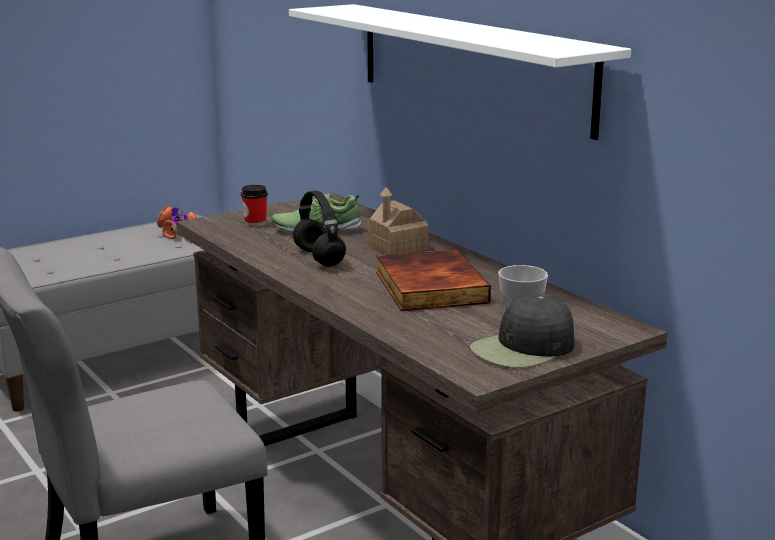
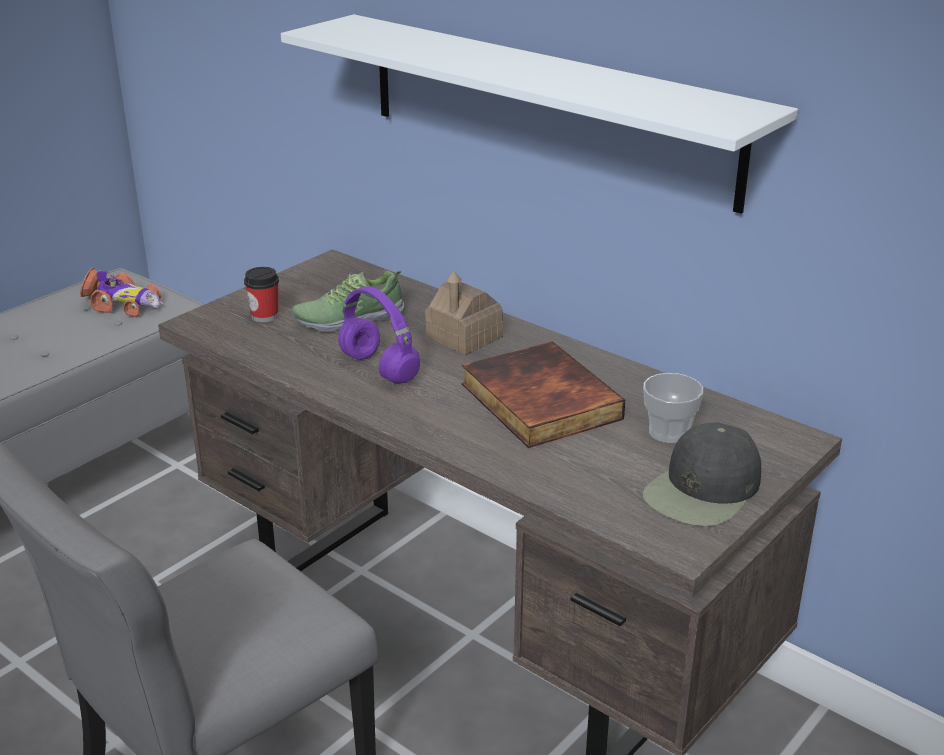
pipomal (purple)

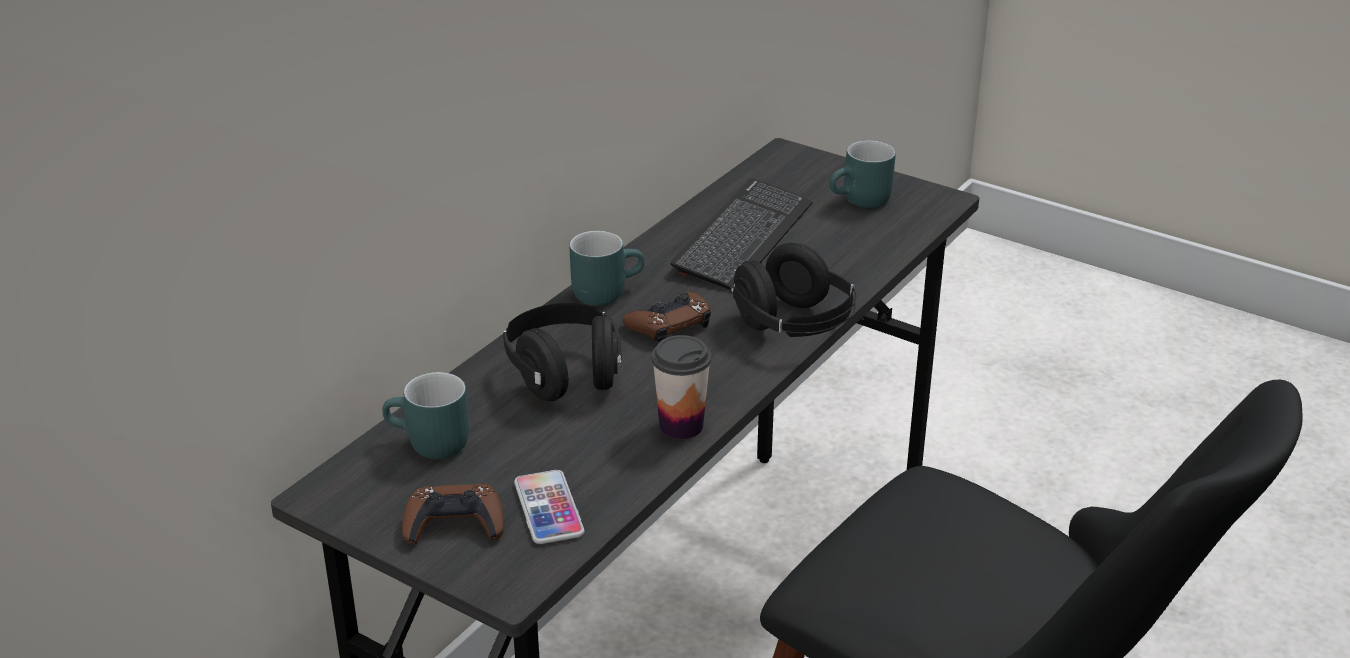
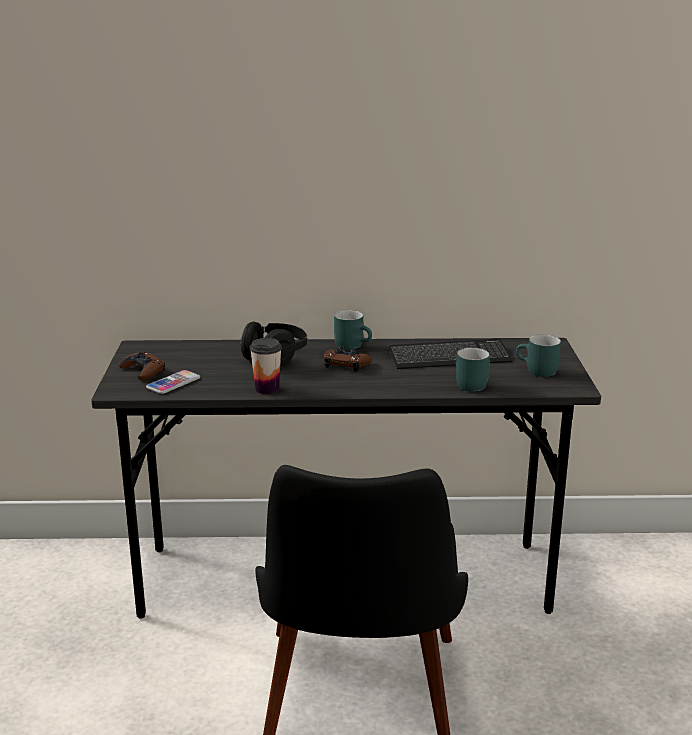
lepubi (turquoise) (no. 2 from left)
pipomal (black) (no. 2 from left in the first image)

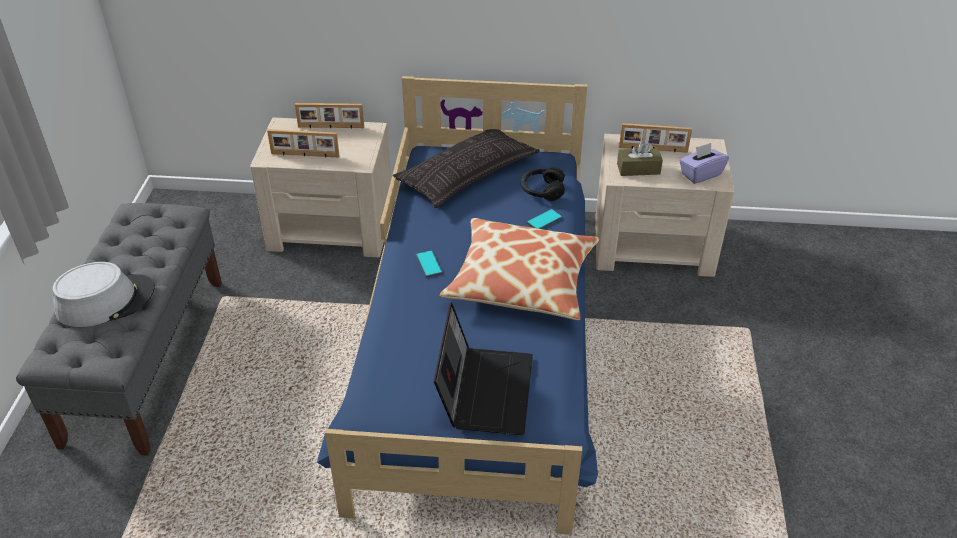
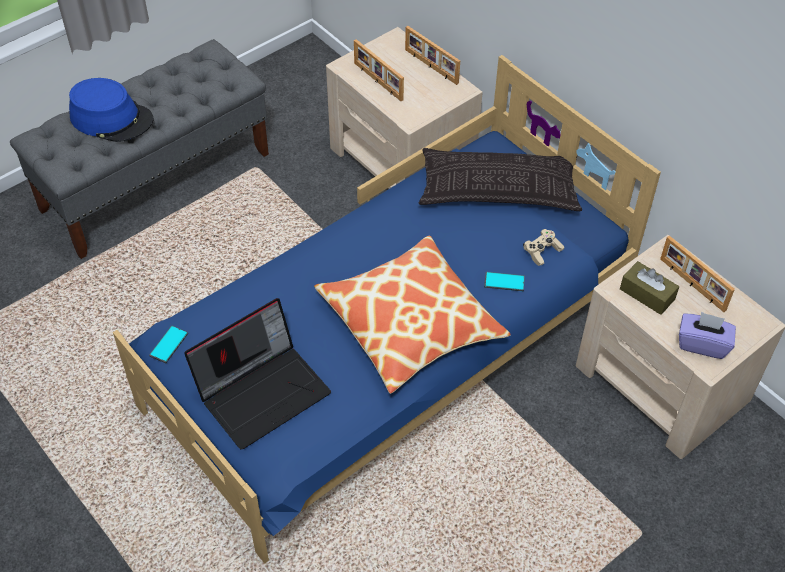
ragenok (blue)
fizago (no. 1 from left)
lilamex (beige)

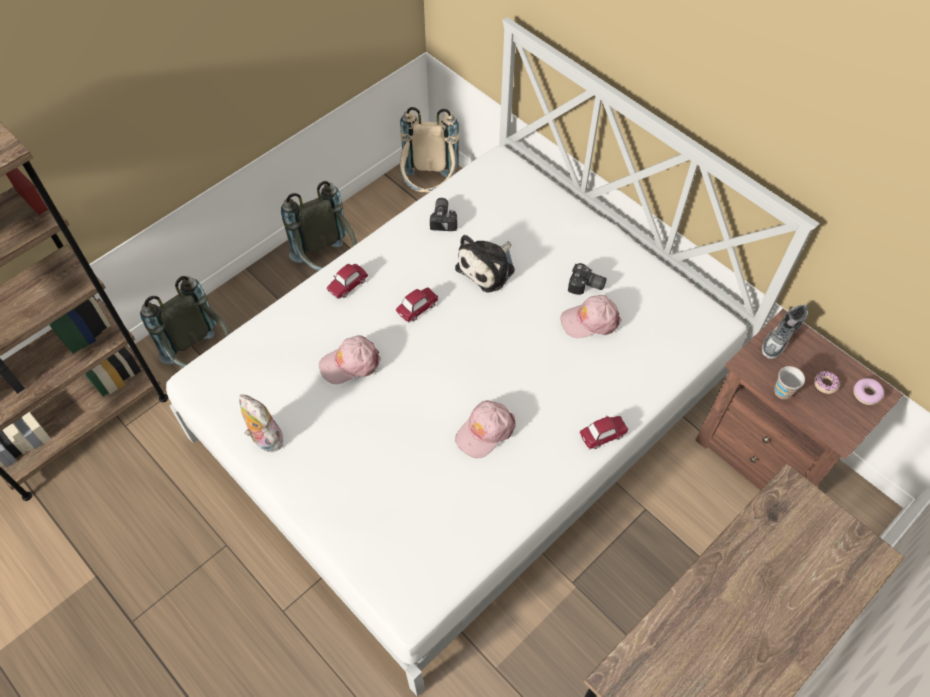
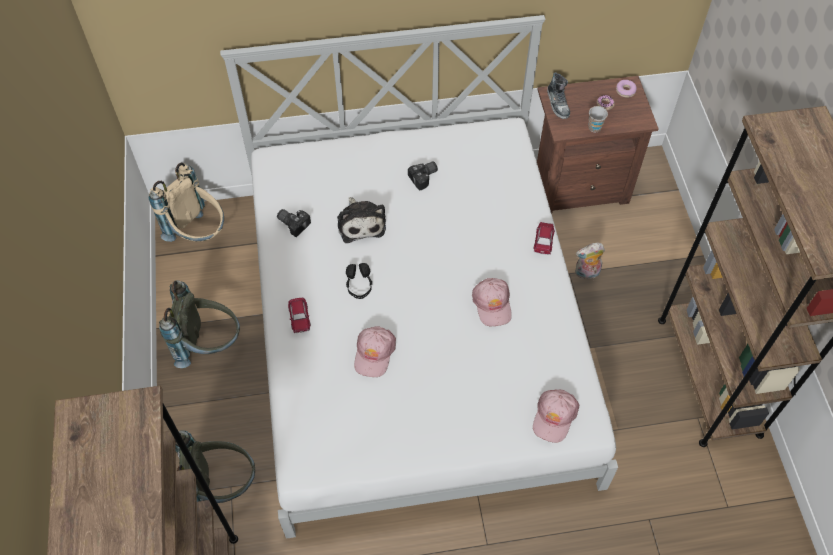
pipomal (black)
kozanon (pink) (no. 3 from left)
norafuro (no. 2 from left)

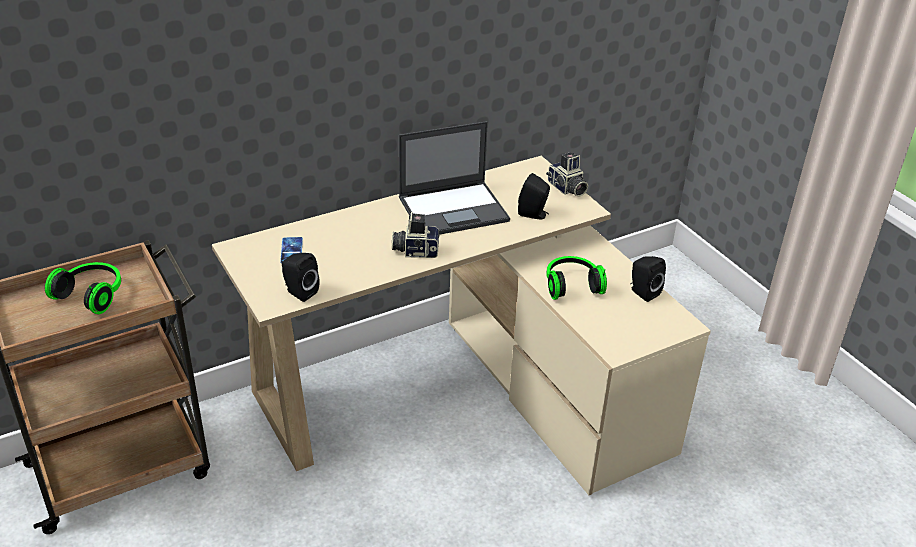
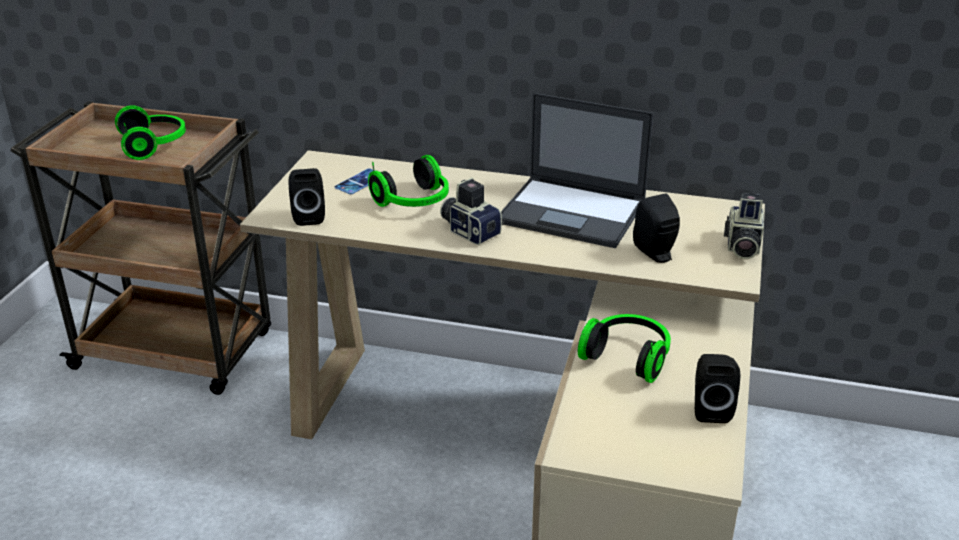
pipomal (no. 2 from left)

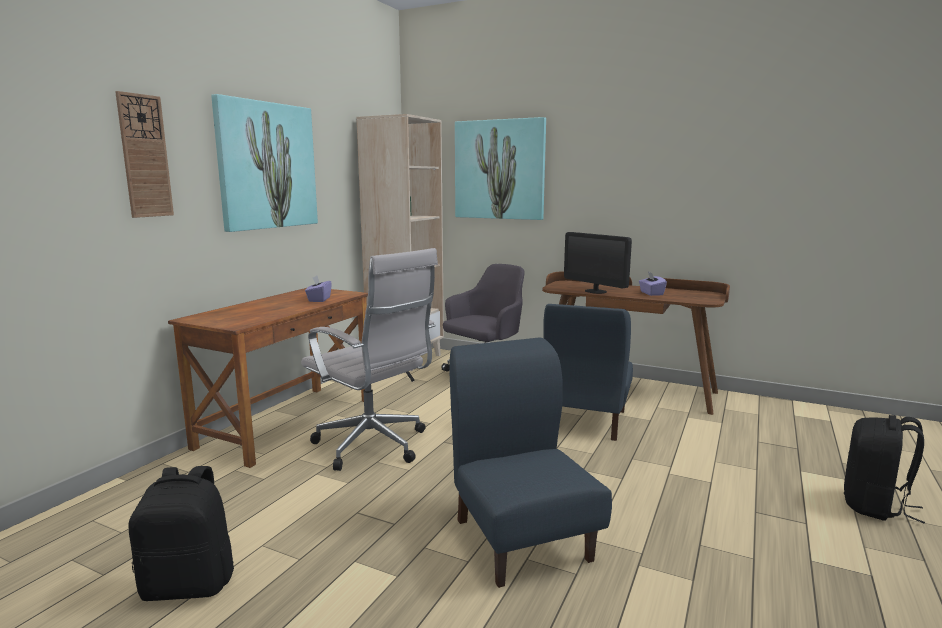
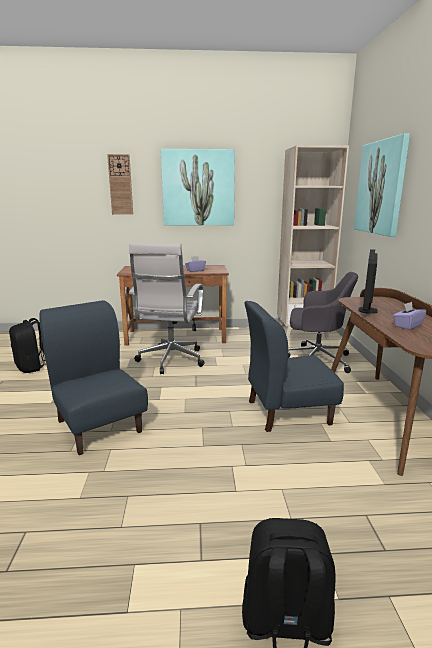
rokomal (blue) (no. 1 from left)

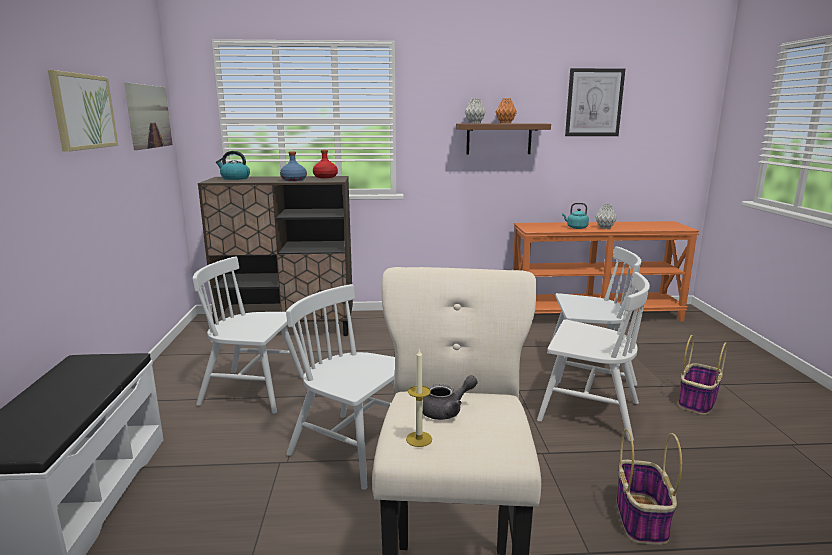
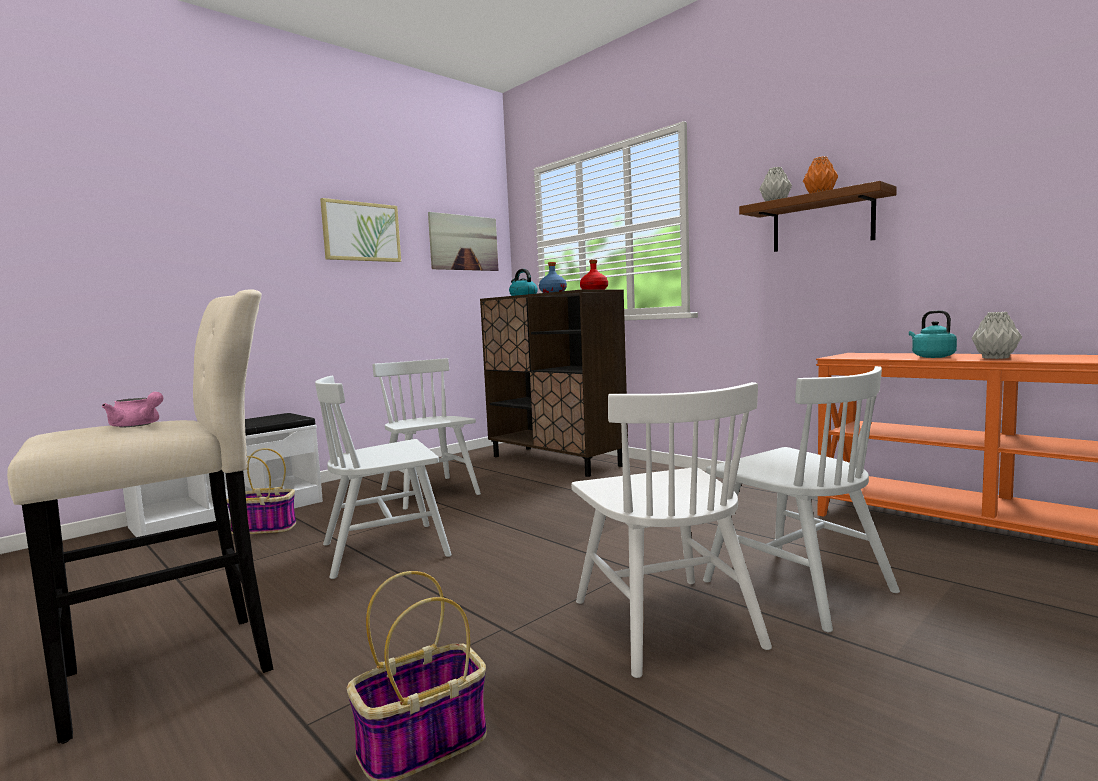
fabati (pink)
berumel (no. 1 from left)
rokomal (white) (no. 1 from left)
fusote
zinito (no. 3 from left in the first image)

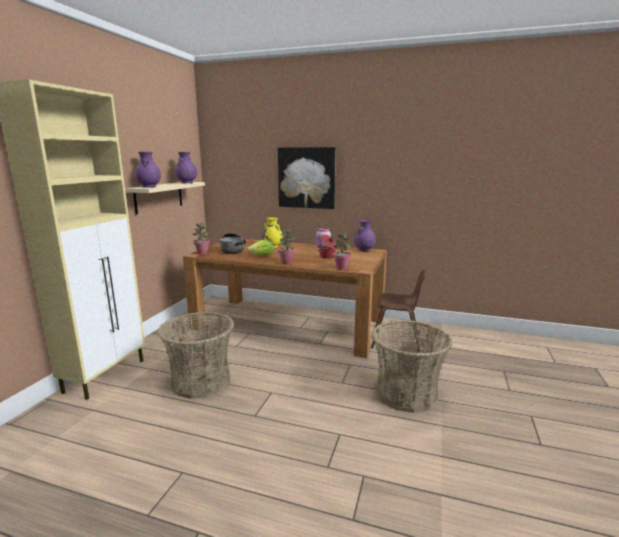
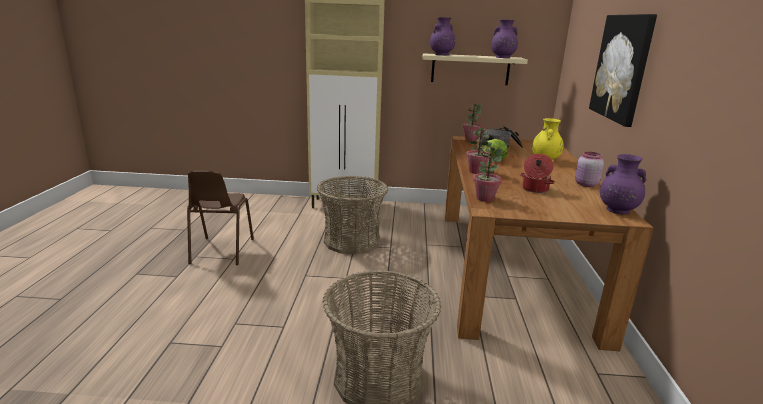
rokomal (brown)

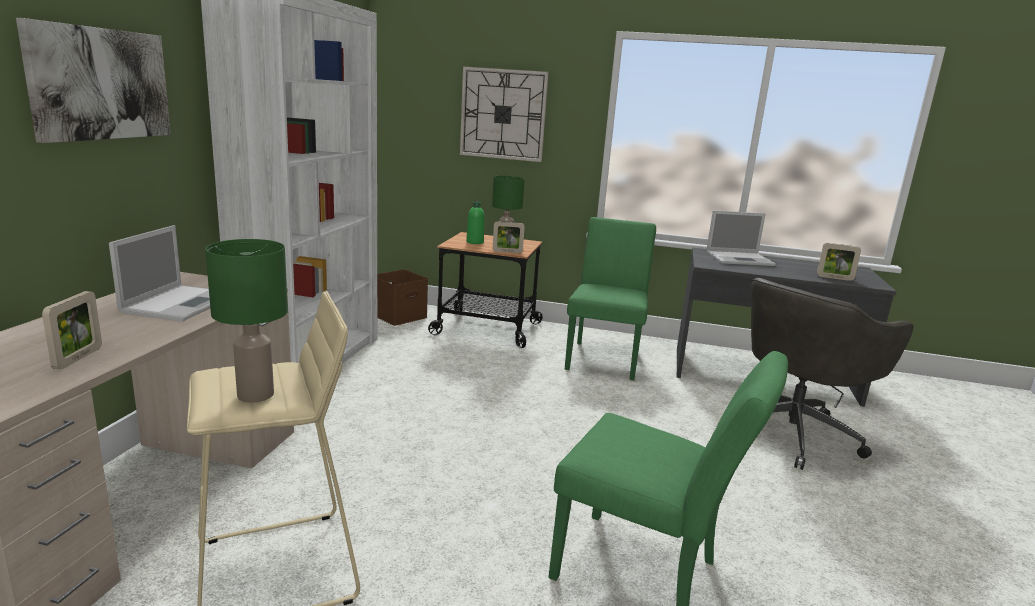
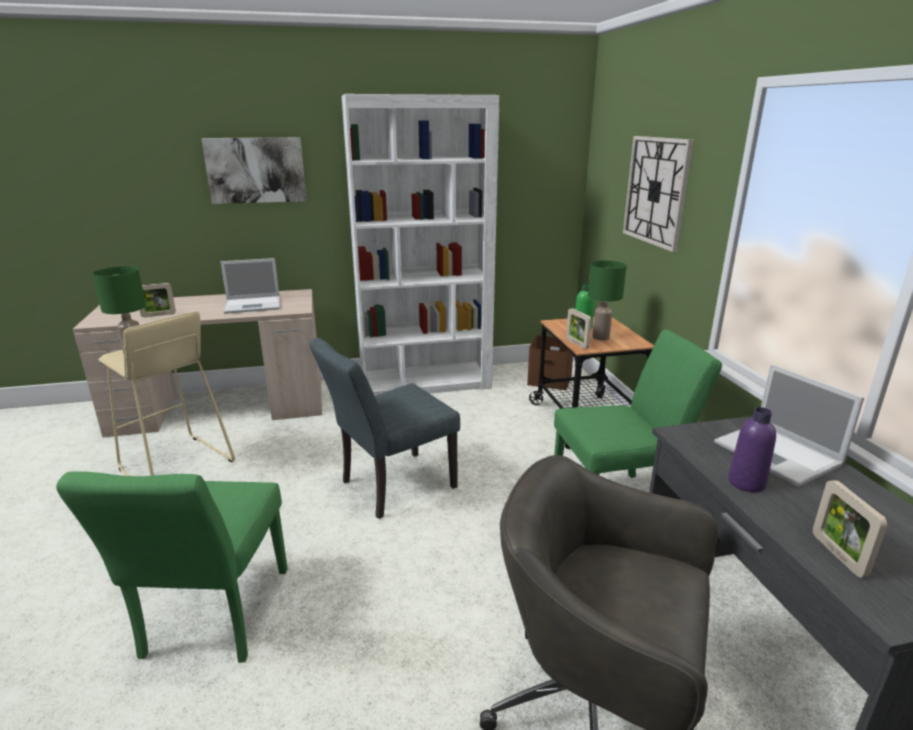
rokomal (grey)
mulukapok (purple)

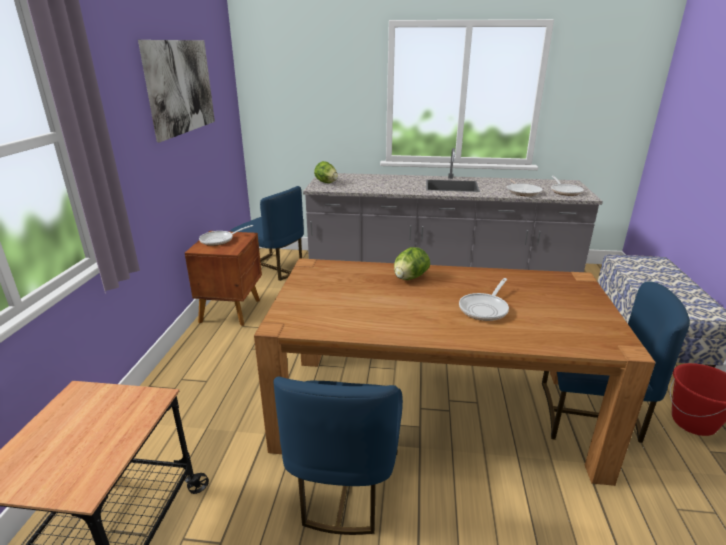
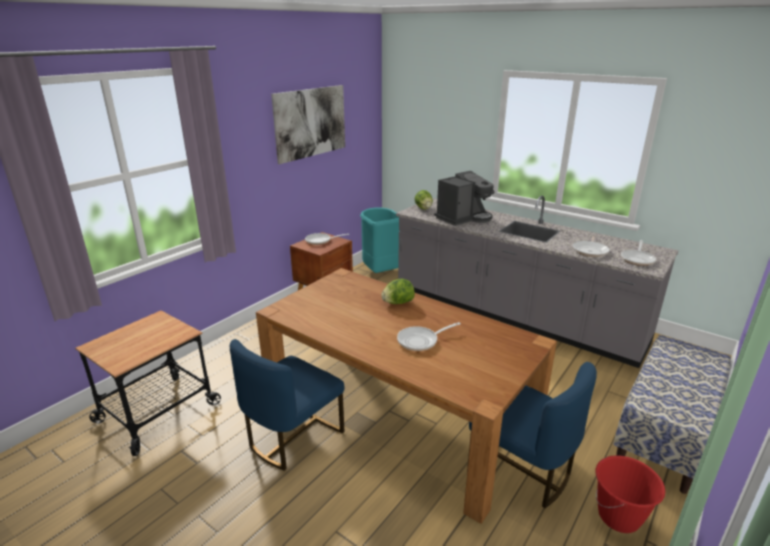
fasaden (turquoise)
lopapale

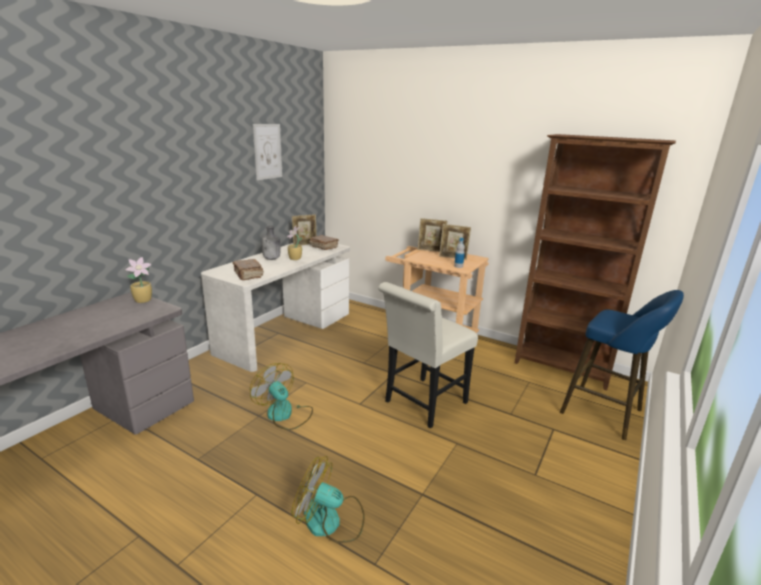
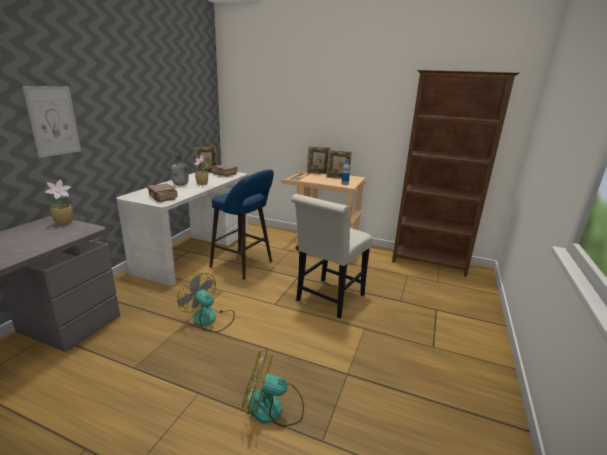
zinito
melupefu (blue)

